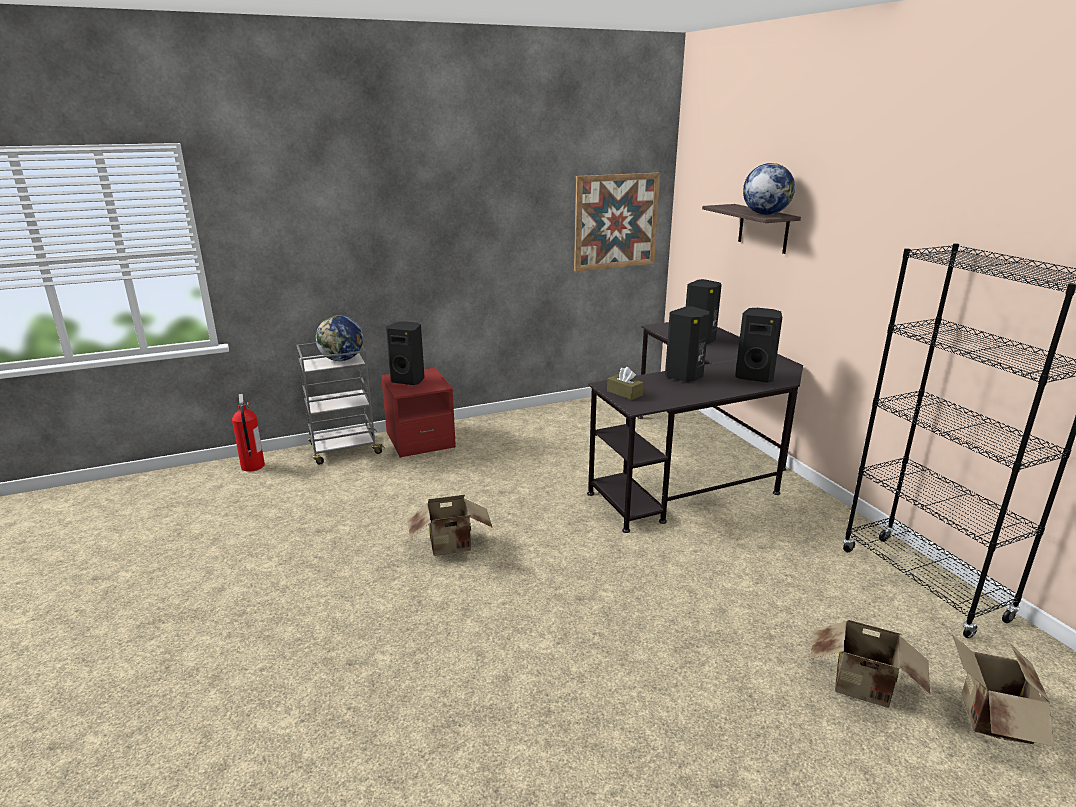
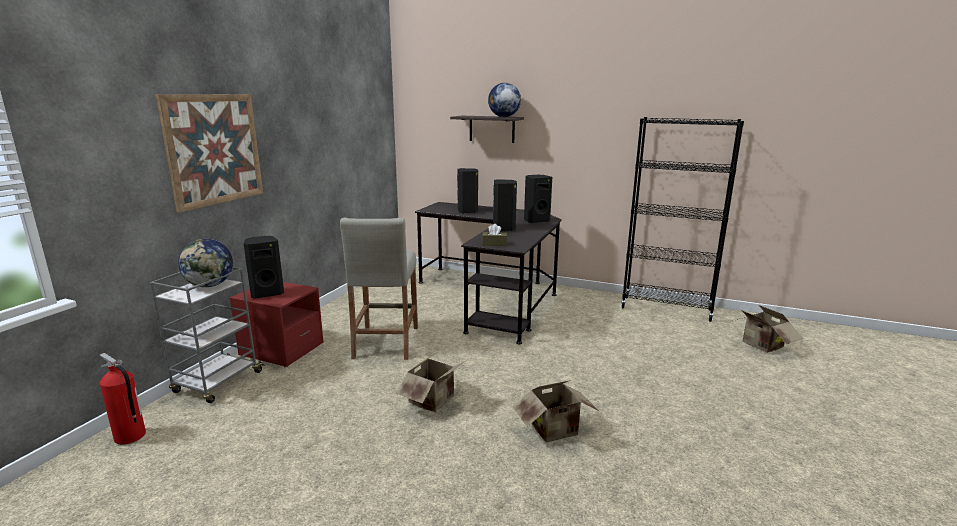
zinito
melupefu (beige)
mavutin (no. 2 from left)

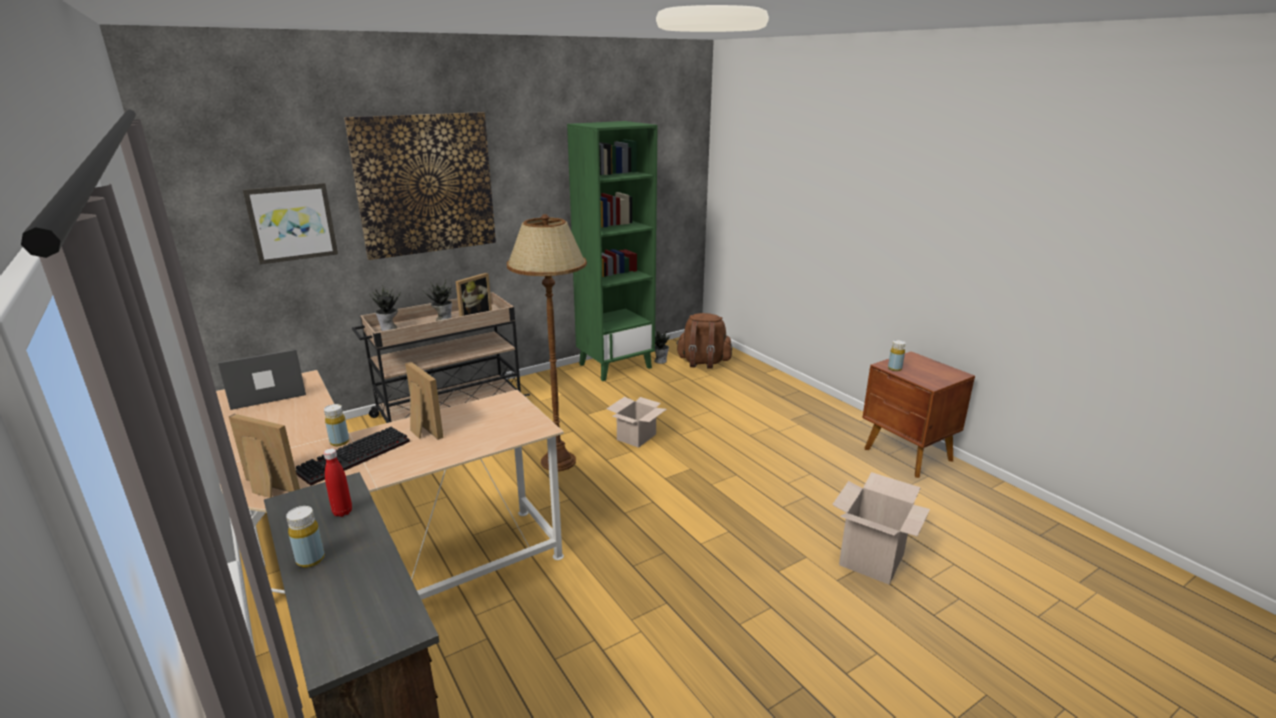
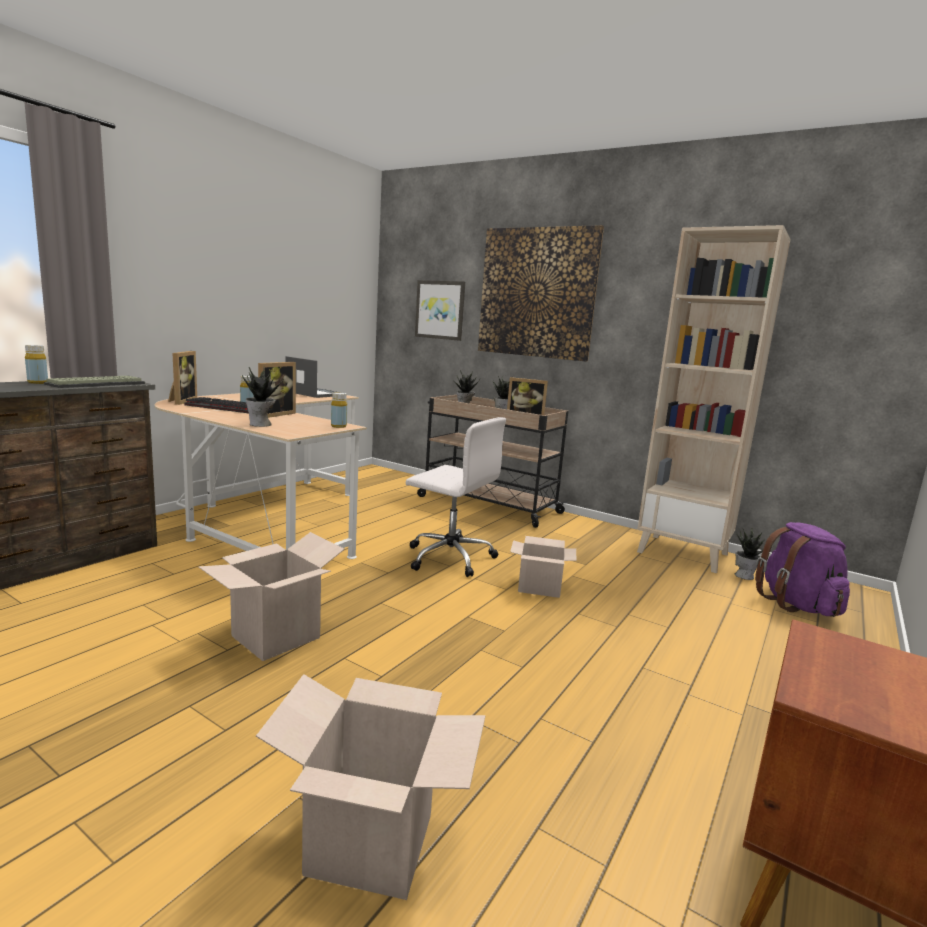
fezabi (no. 1 from left)
mavutin (no. 1 from left)
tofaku (no. 1 from left)
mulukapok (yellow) (no. 3 from left)
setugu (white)
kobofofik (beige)
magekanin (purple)

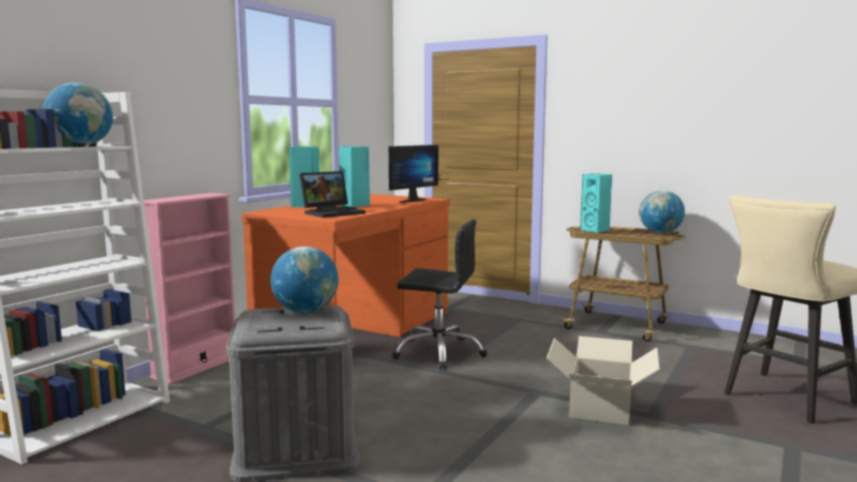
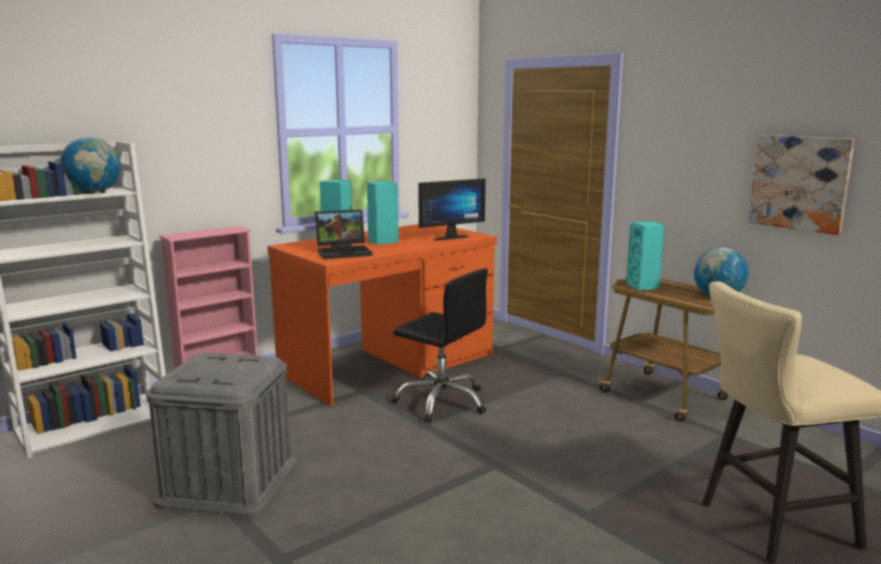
zinito
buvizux (no. 2 from left in the first image)
mavutin

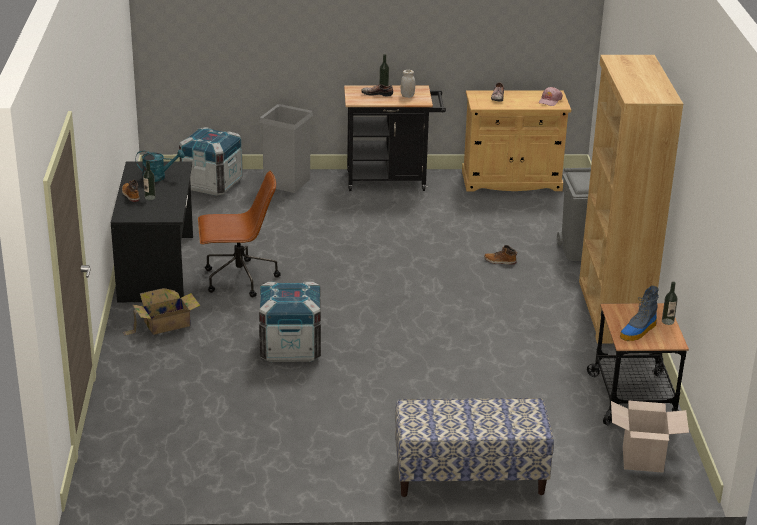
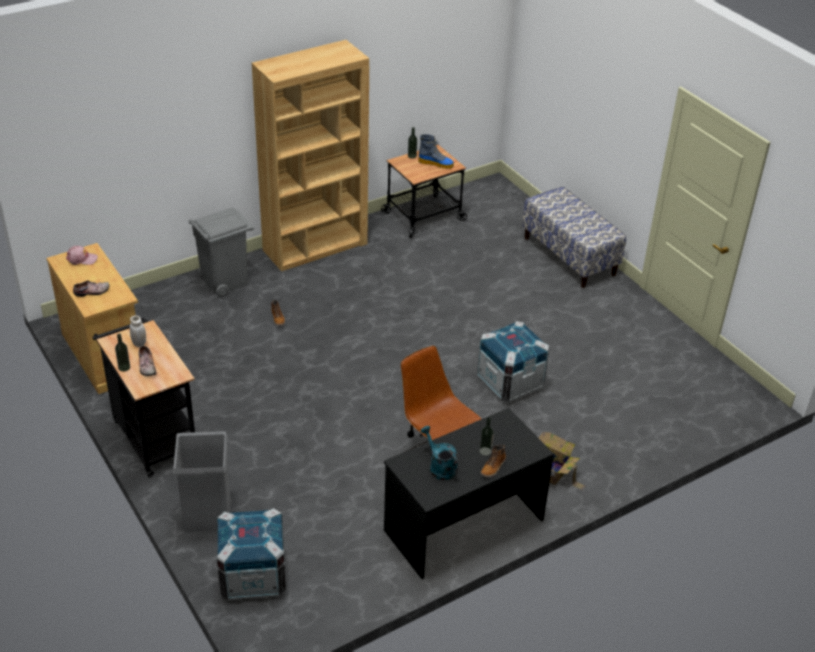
mavutin (no. 2 from left in the first image)

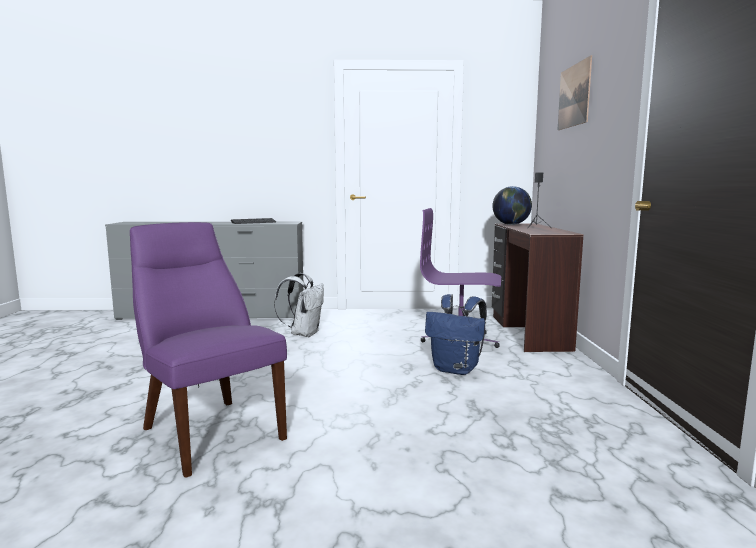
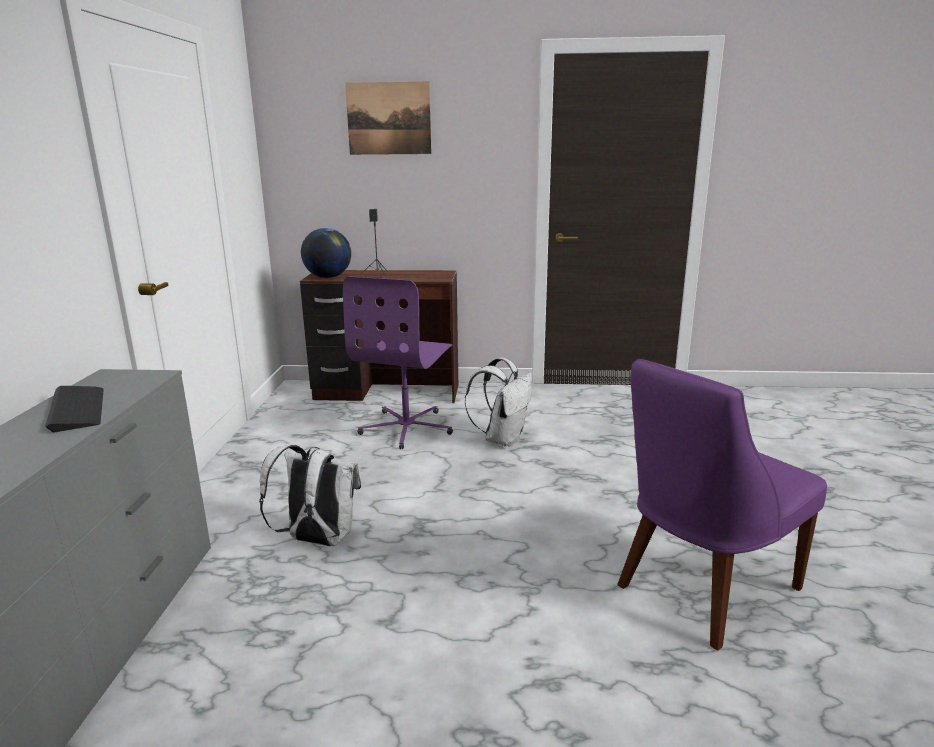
magekanin (white) (no. 2 from left)

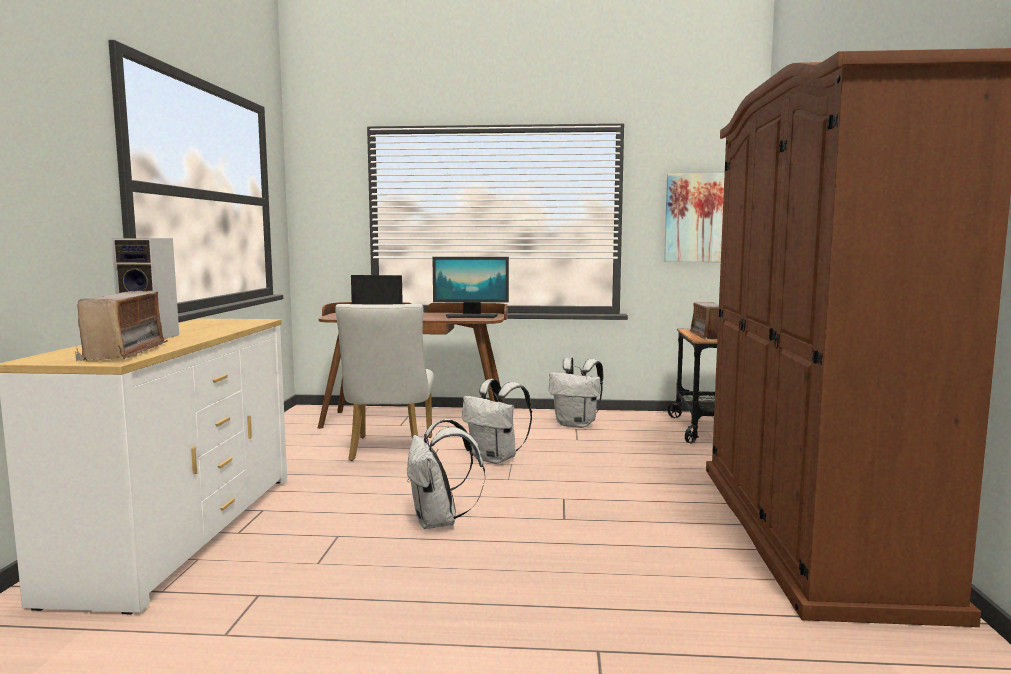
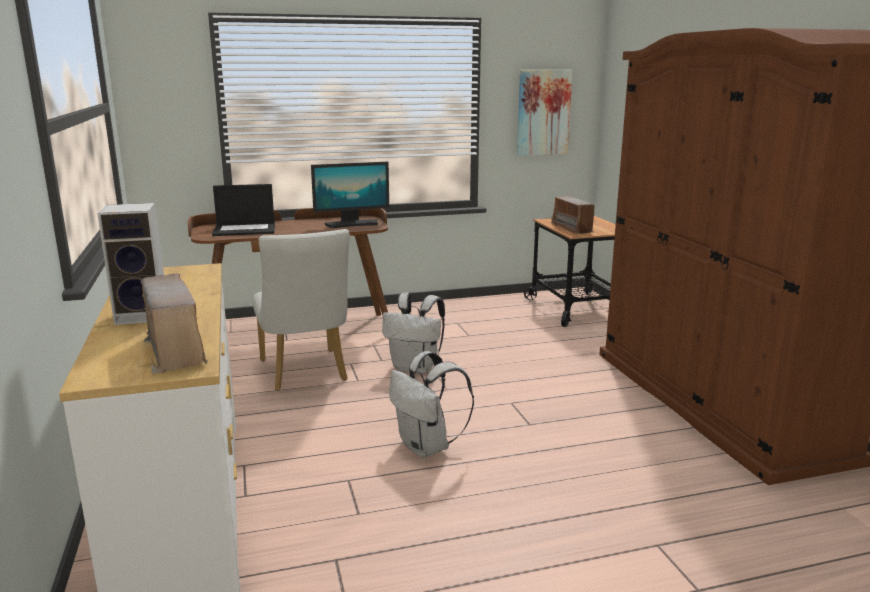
magekanin (white) (no. 3 from left in the first image)

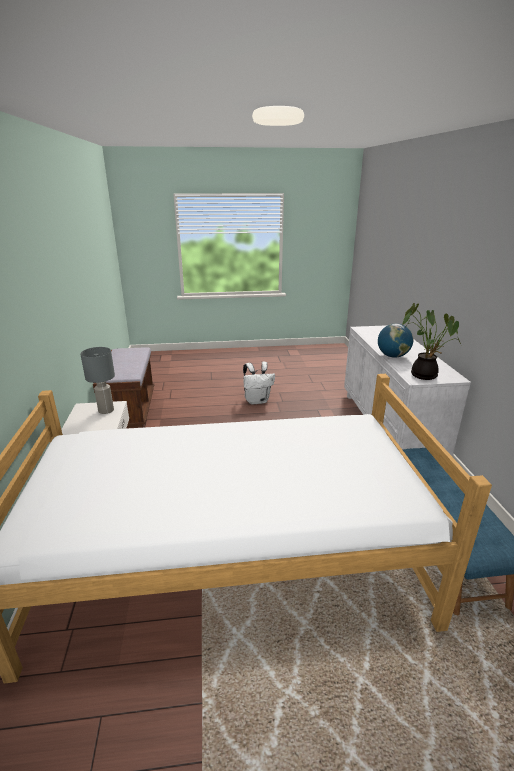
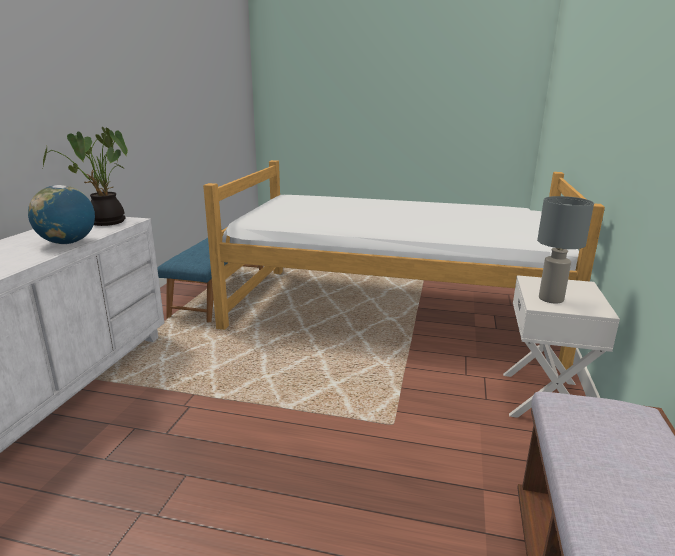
magekanin (white)

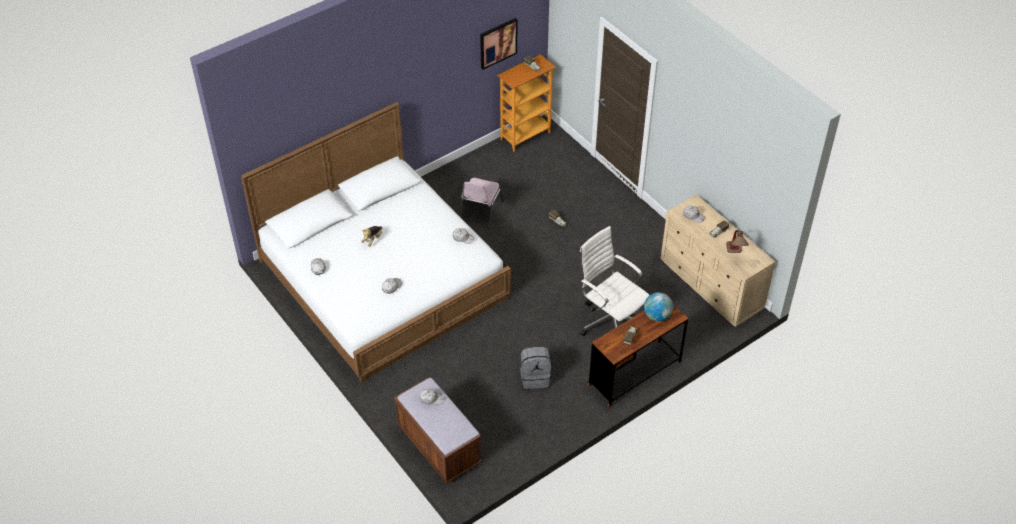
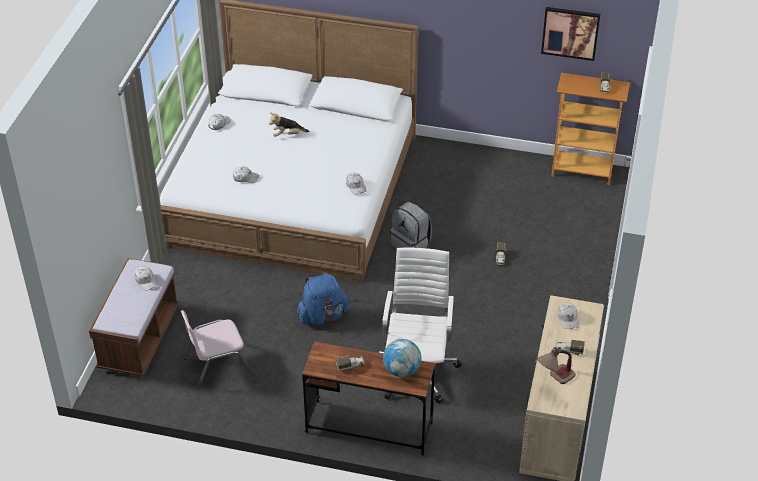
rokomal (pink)
magekanin (blue)
magekanin (grey)

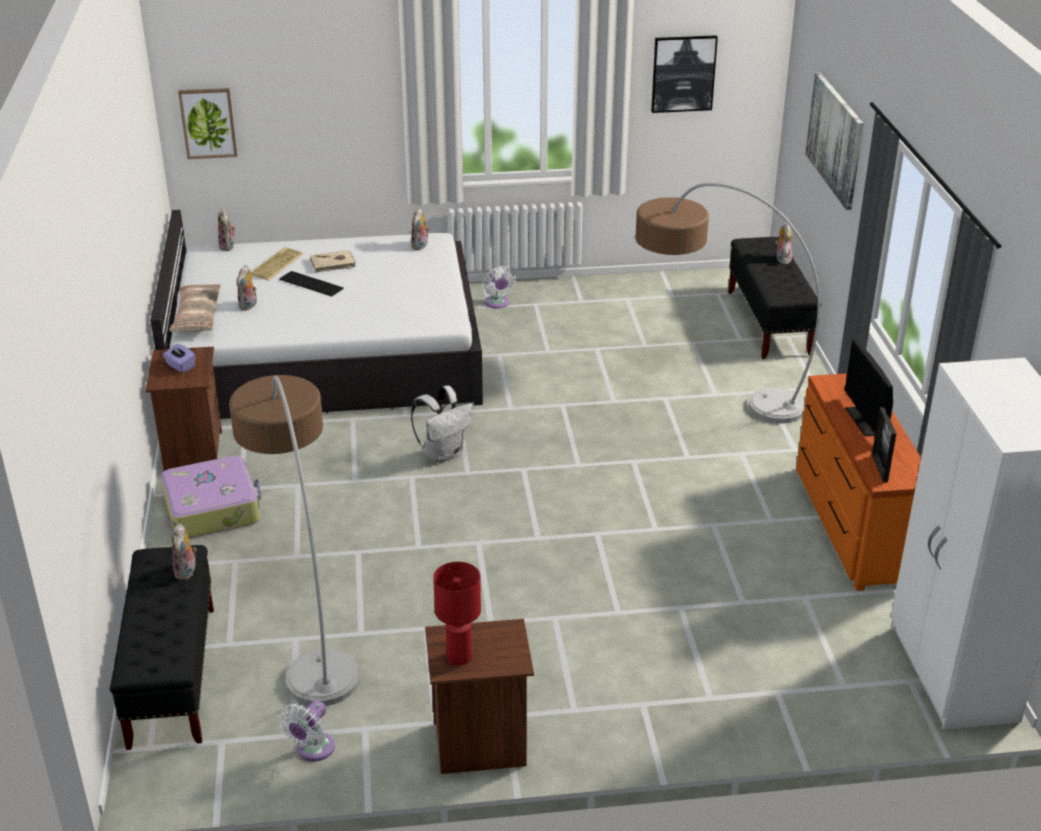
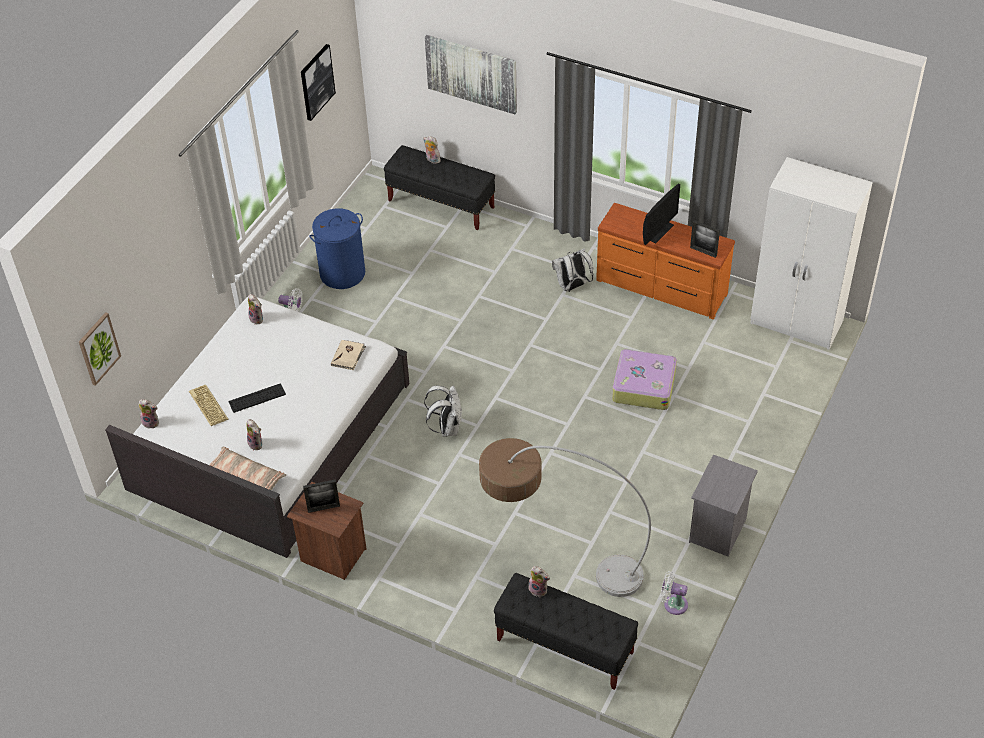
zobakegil (no. 1 from left)
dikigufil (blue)
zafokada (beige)
magekanin (white) (no. 2 from left)
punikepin
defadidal
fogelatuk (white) (no. 2 from left)
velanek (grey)
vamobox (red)
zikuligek (no. 2 from left in the first image)

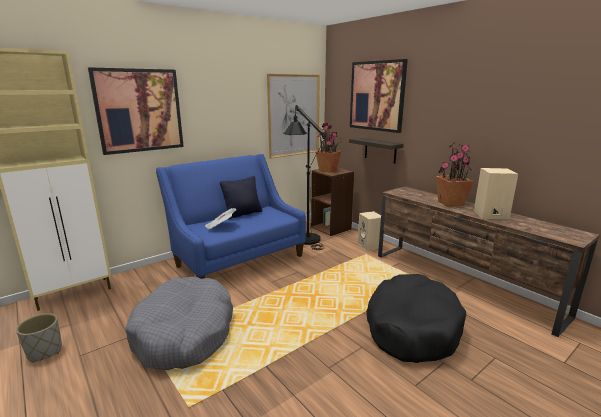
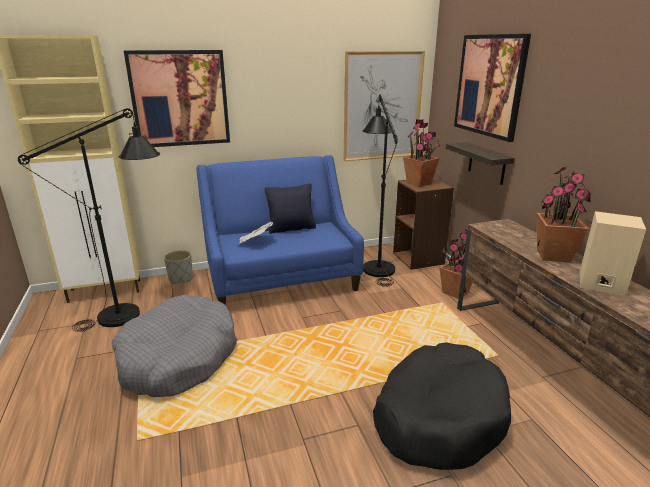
zikuligek (black) (no. 1 from left)
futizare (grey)
tofaku (no. 2 from left)

